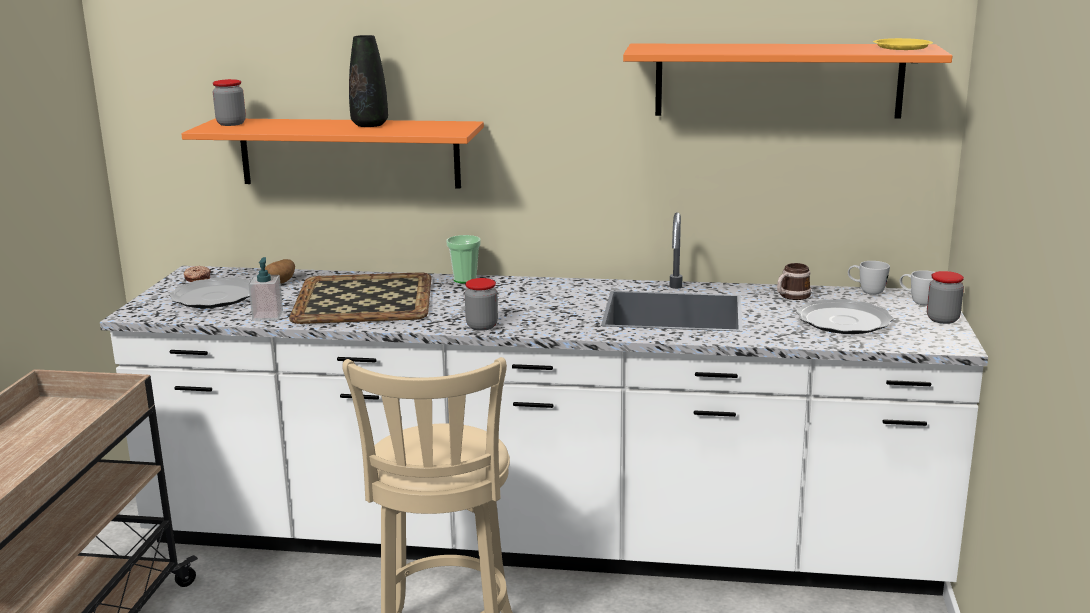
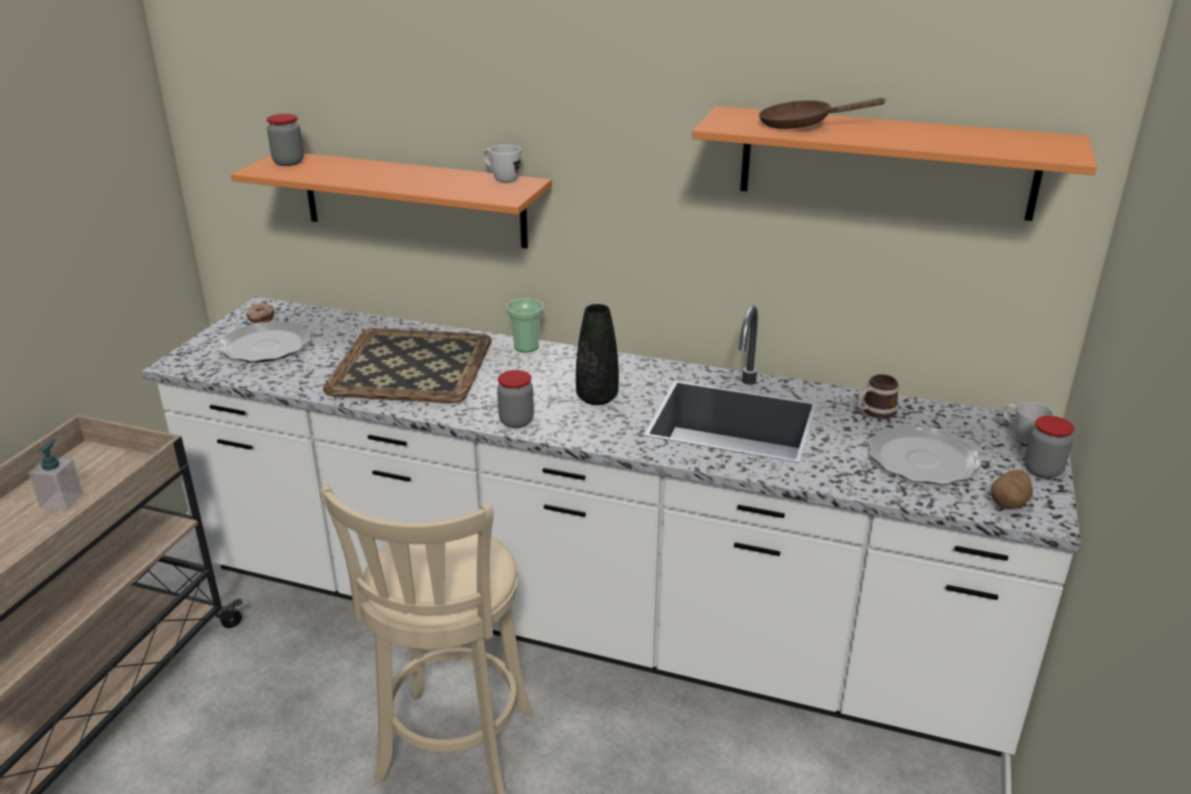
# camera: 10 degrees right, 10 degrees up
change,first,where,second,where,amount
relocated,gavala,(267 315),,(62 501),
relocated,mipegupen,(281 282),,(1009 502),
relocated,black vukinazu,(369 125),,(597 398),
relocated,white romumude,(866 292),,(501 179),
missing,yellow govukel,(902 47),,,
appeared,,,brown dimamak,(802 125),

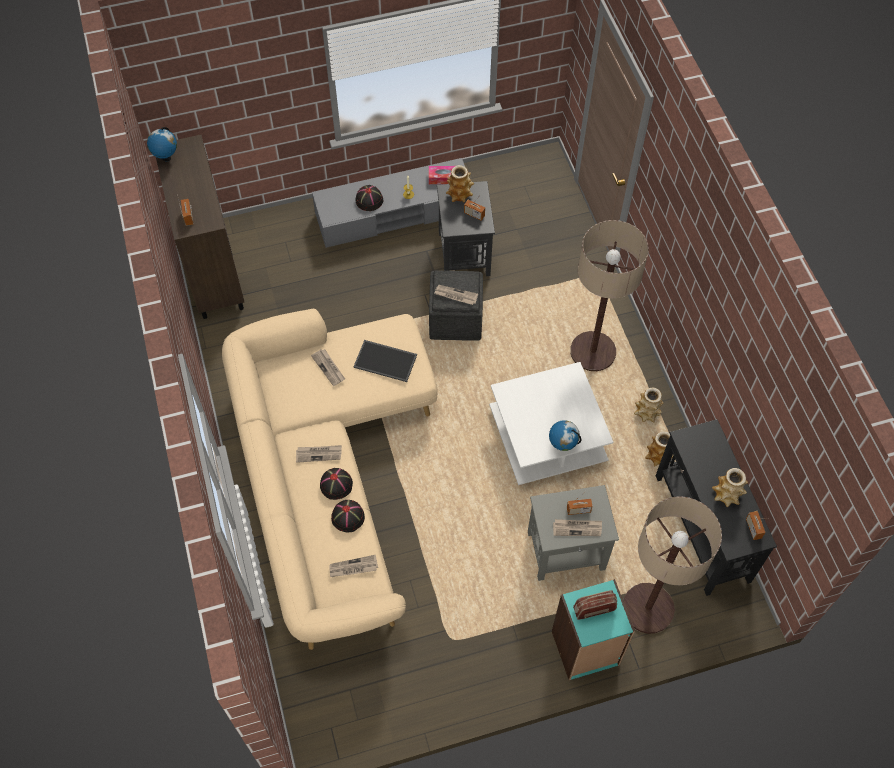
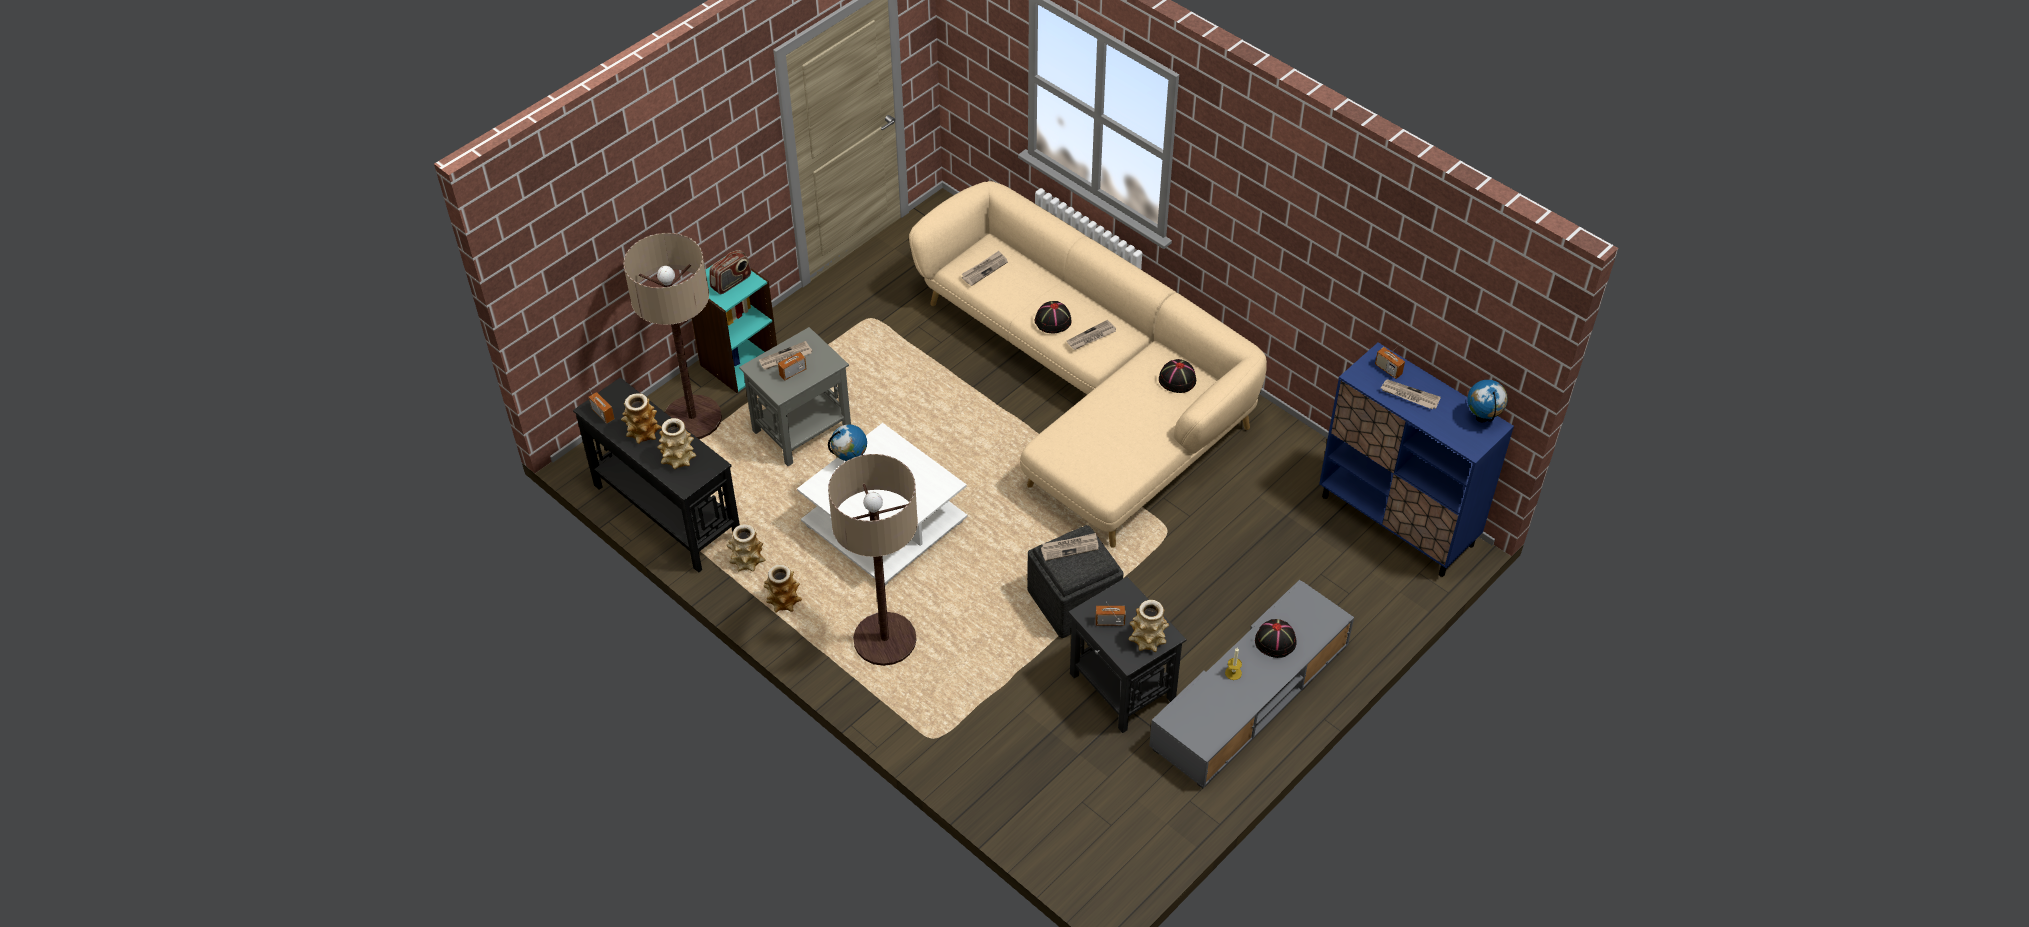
# camera: 150 degrees right, 10 degrees down
change,first,where,second,where,amount
colour,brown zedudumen,(213 270),blue zedudumen,(1397 521),
relocated,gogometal,(329 368),,(1409 396),
relocated,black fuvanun,(348 517),,(1177 379),
missing,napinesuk,(386 360),,,
missing,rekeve,(443 178),,,
appeared,,,vukinazu,(678 458),

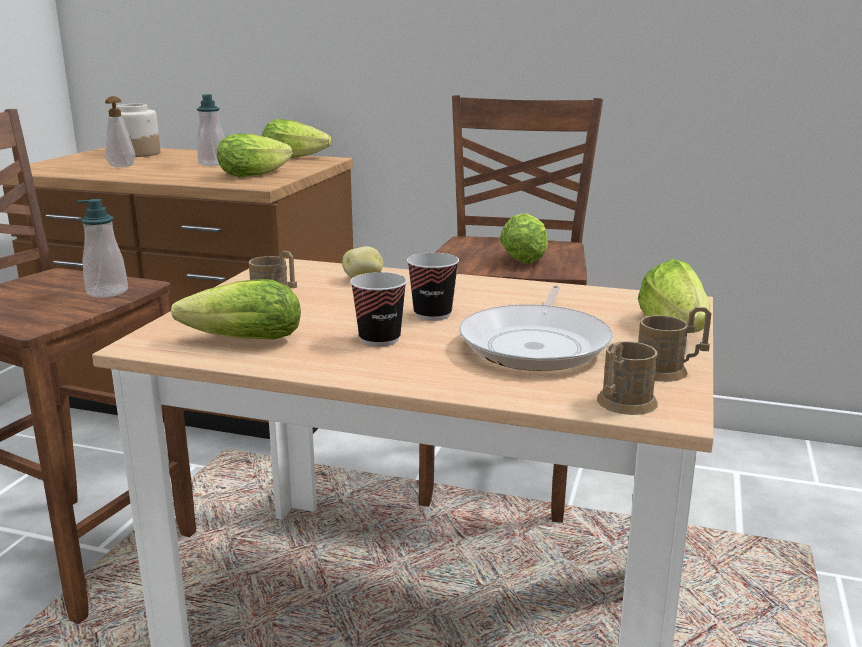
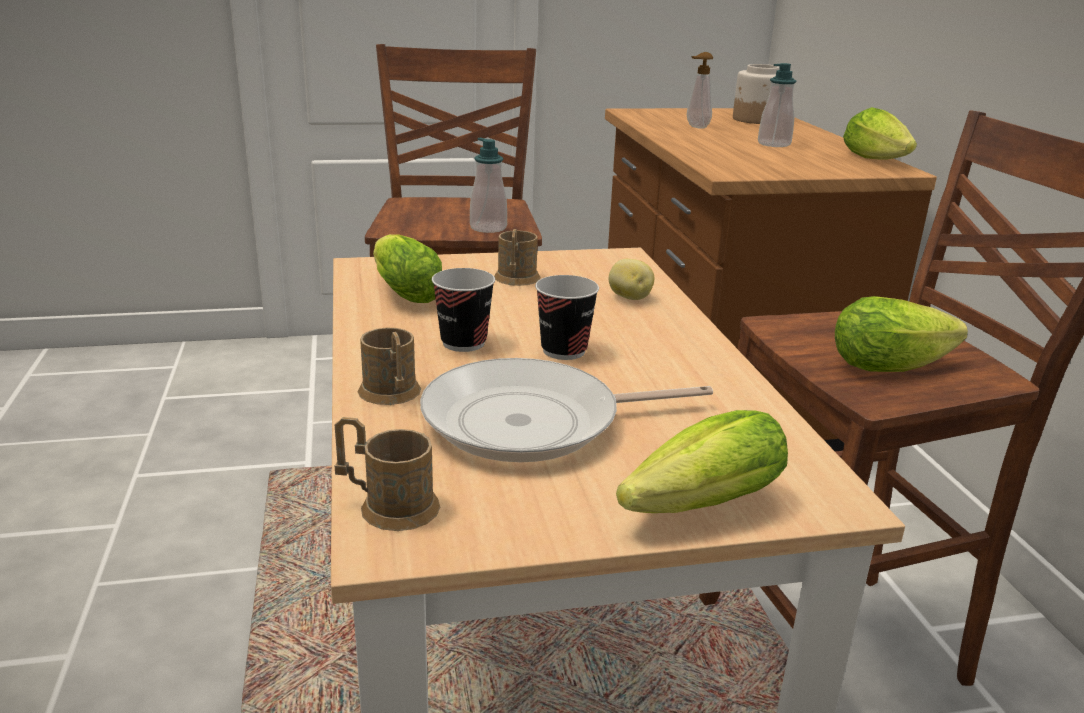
# camera: 60 degrees right, 5 degrees up
change,first,where,second,where,amount
missing,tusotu,(258 174),,,
relocated,brown romumude,(668 370),,(391 394),

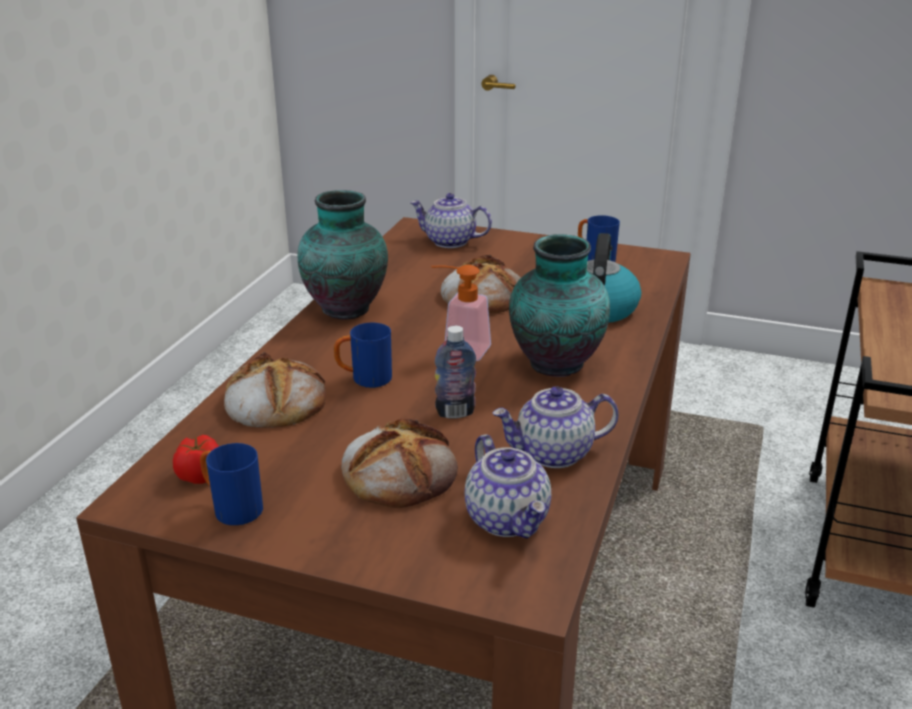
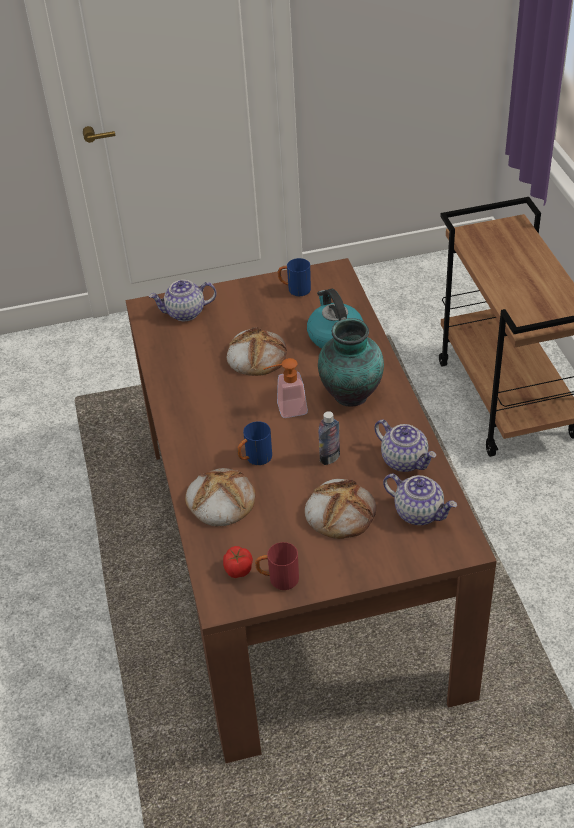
# camera: 30 degrees left, 15 degrees up
change,first,where,second,where,amount
colour,blue romumude,(231 508),red romumude,(278 579),
missing,vukinazu,(346 308),,,
spun,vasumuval,(553 454),,(405 460),90 degrees counterclockwise

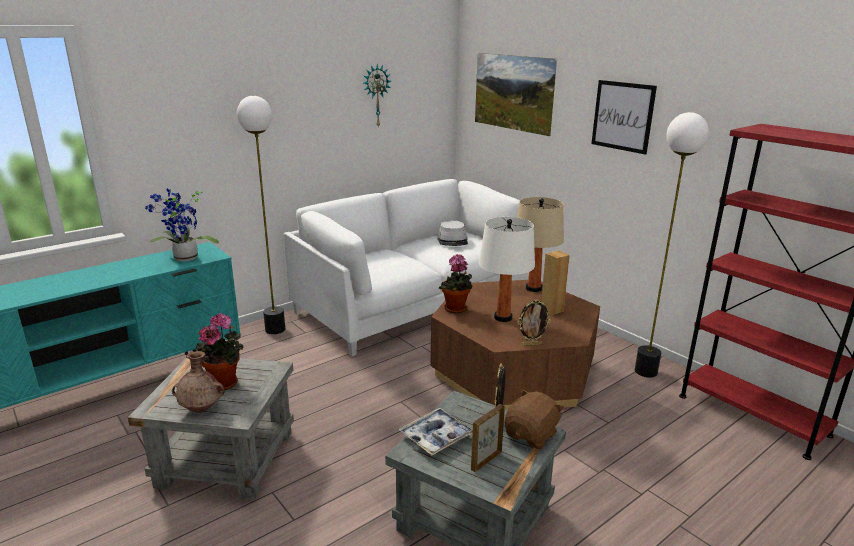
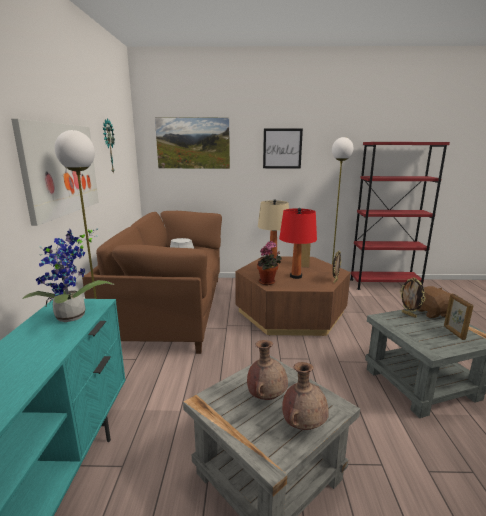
# camera: 50 degrees left, 5 degrees down
change,first,where,second,where,amount
exchanged,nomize,(225 382),brown vukinazu,(267 396),
colour,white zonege,(408 305),brown zonege,(171 309),
missing,napinesuk,(436 437),,,
colour,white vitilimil,(503 317),red vitilimil,(295 276),
appeared,,,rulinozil,(61 169),

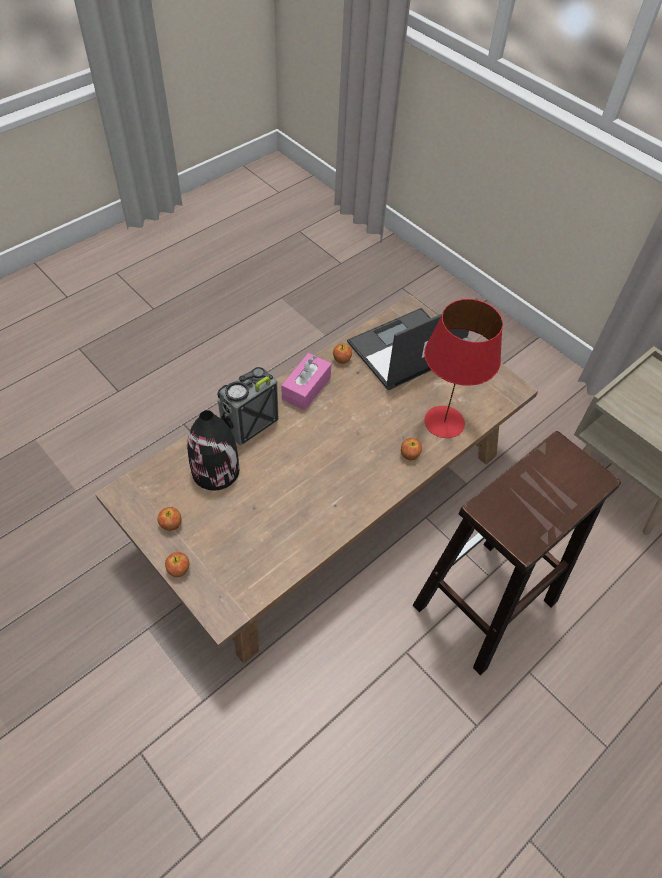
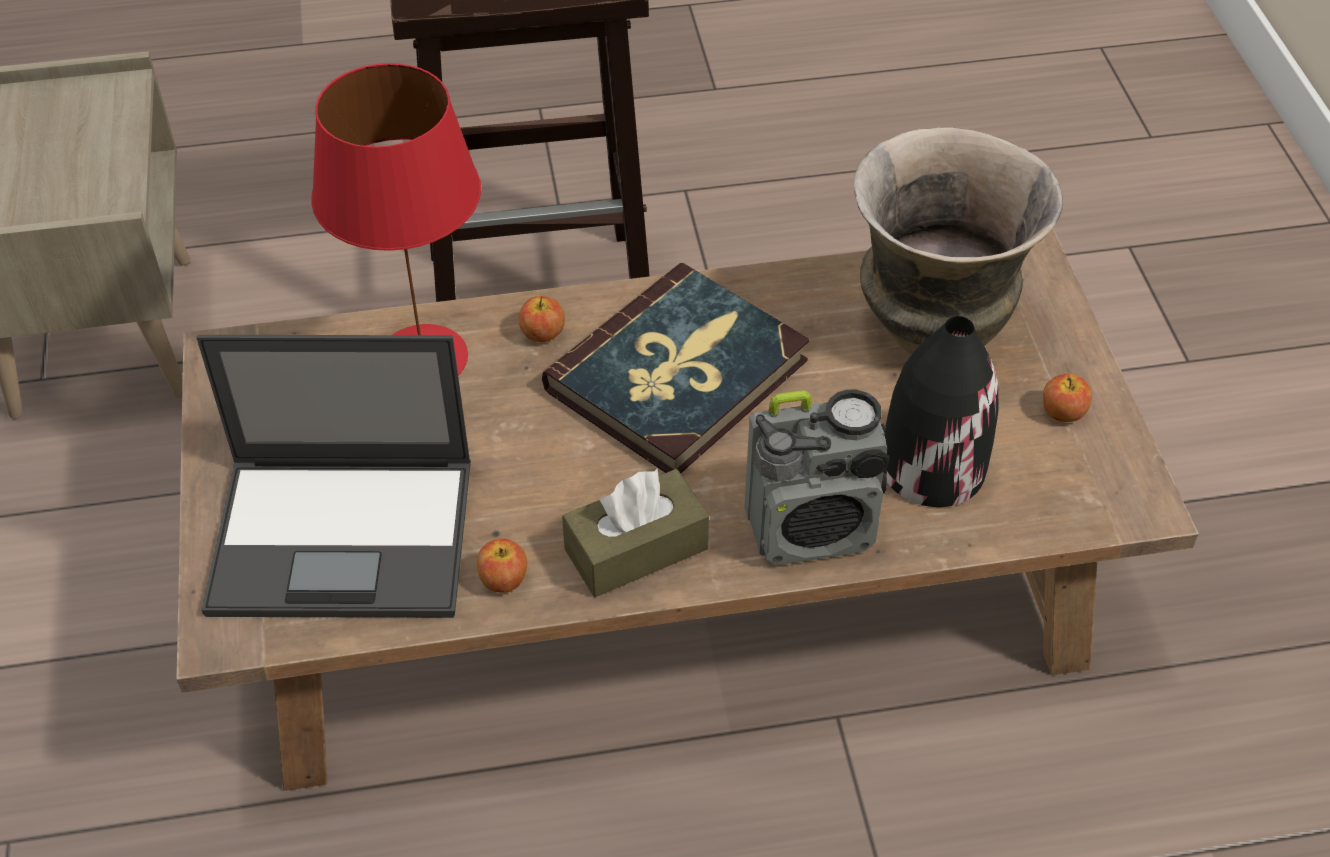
# camera: 145 degrees left, 5 degrees down
change,first,where,second,where,amount
missing,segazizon,(179 569),,,
colour,pink rekeve,(306 388),brown rekeve,(636 549),
appeared,,,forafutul,(678 376),
appeared,,,vukinazu,(931 329),

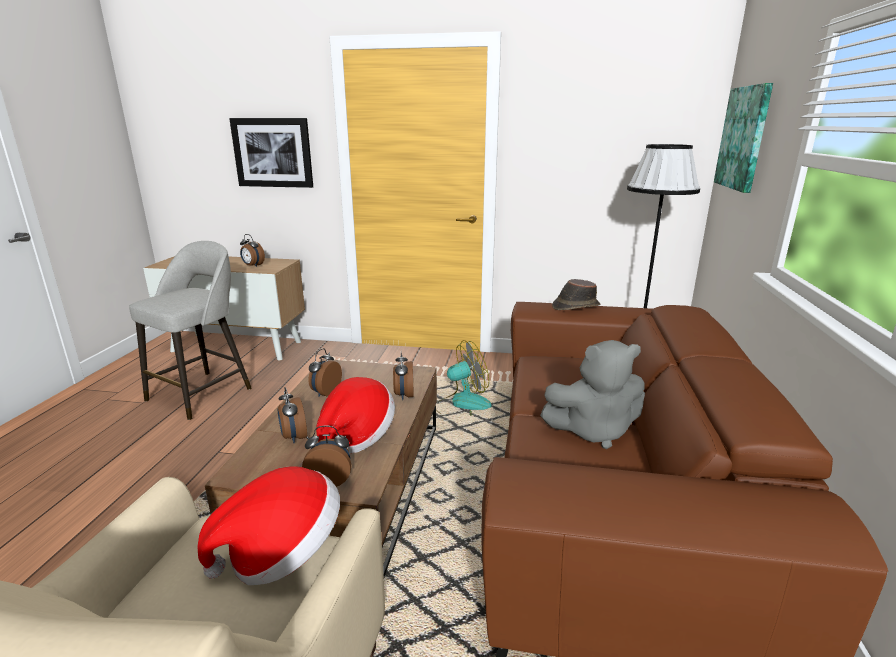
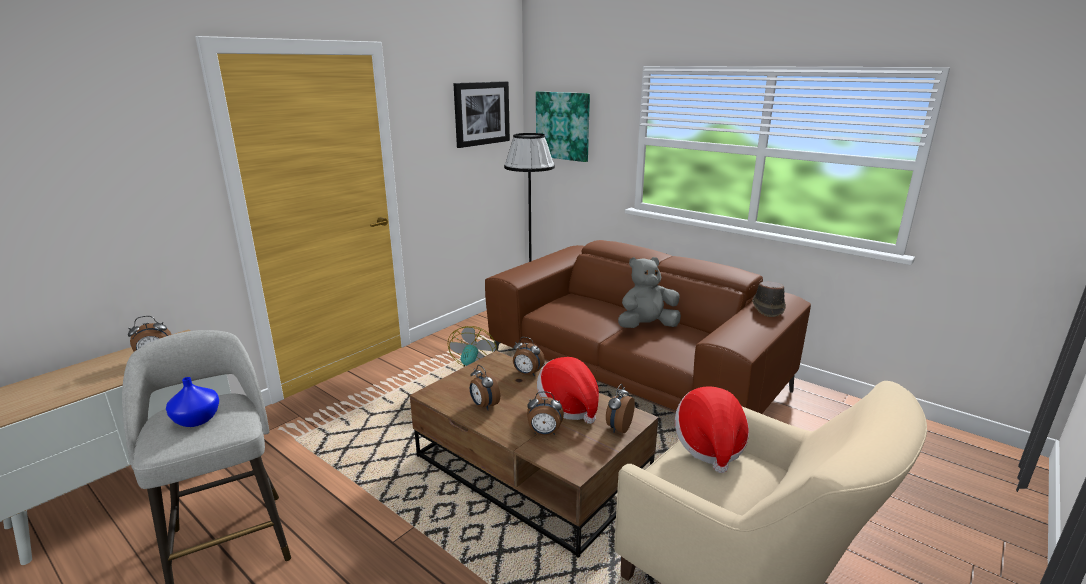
# camera: 60 degrees left, 0 degrees up
change,first,where,second,where,amount
relocated,rulinozil,(273 153),,(481 113),
spun,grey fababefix,(593 431),,(646 326),135 degrees counterclockwise
relocated,brown fuvanun,(575 306),,(767 308),
appeared,,,blue vukinazu,(198 420),

